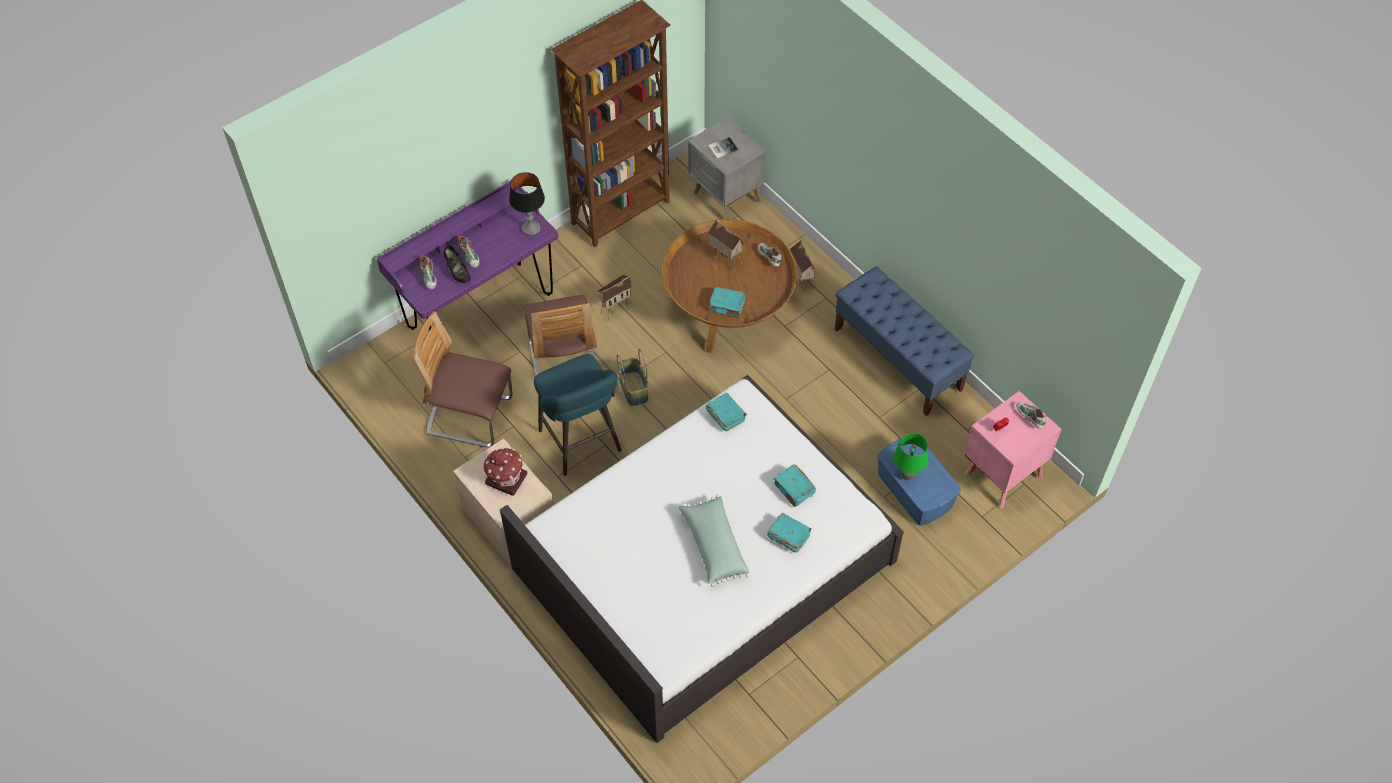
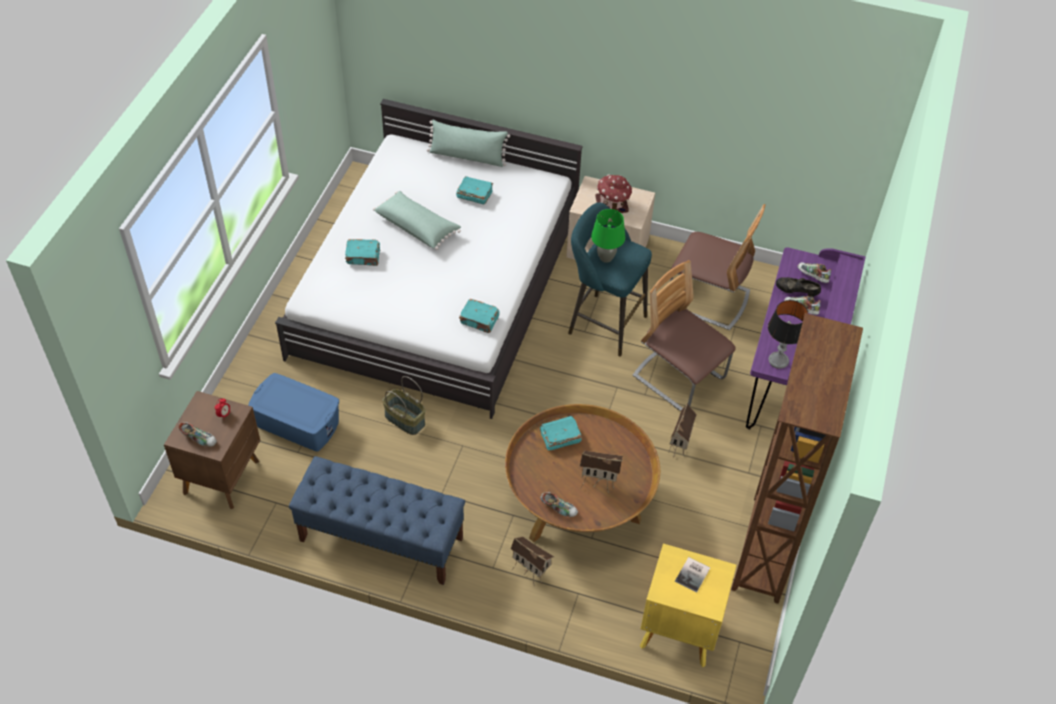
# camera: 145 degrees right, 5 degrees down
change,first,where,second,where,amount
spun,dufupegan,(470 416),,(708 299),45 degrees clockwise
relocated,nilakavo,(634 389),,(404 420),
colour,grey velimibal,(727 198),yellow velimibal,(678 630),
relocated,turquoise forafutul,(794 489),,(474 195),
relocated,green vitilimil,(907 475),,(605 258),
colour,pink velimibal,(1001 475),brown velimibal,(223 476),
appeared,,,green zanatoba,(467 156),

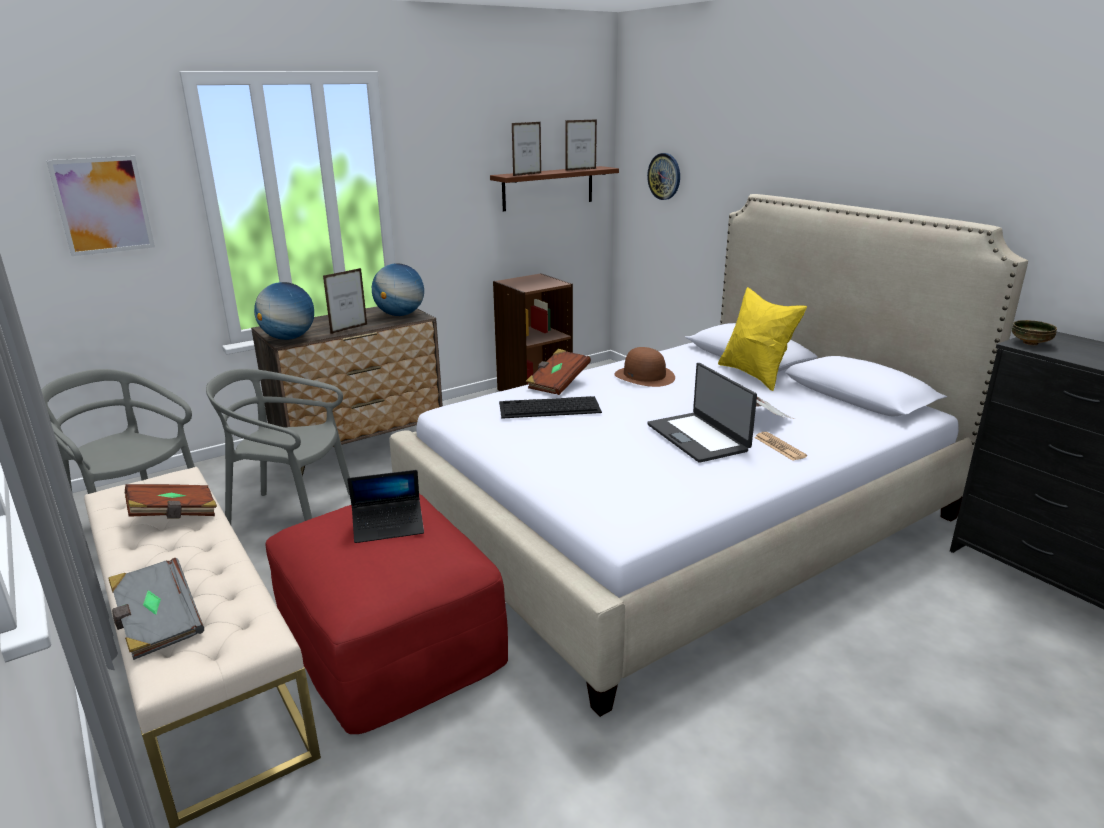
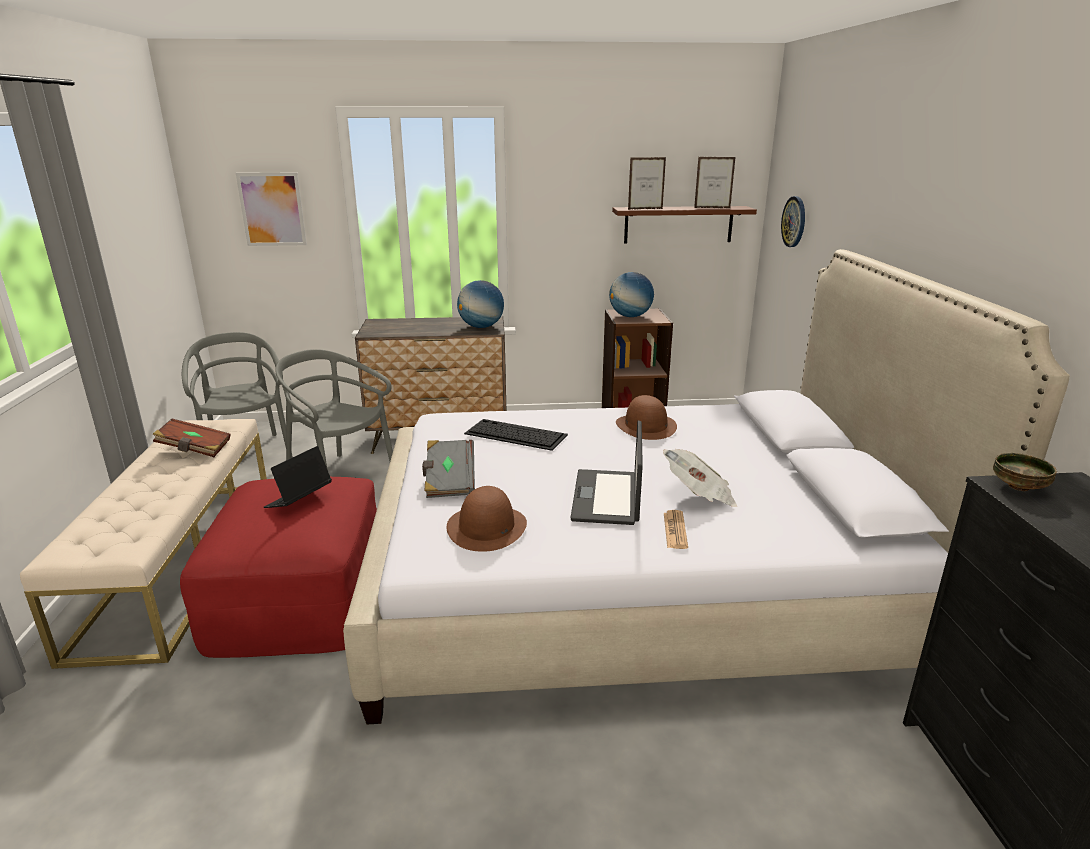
# camera: 30 degrees right, 0 degrees up
change,first,where,second,where,amount
relocated,grey forafutul,(158 624),,(449 481),
relocated,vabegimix,(288 338),,(630 316),
missing,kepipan,(349 329),,,
spun,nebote,(388 527),,(299 500),105 degrees clockwise
missing,brown forafutul,(557 384),,,
missing,yellow zanatoba,(755 375),,,
appeared,,,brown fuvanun,(487 527),

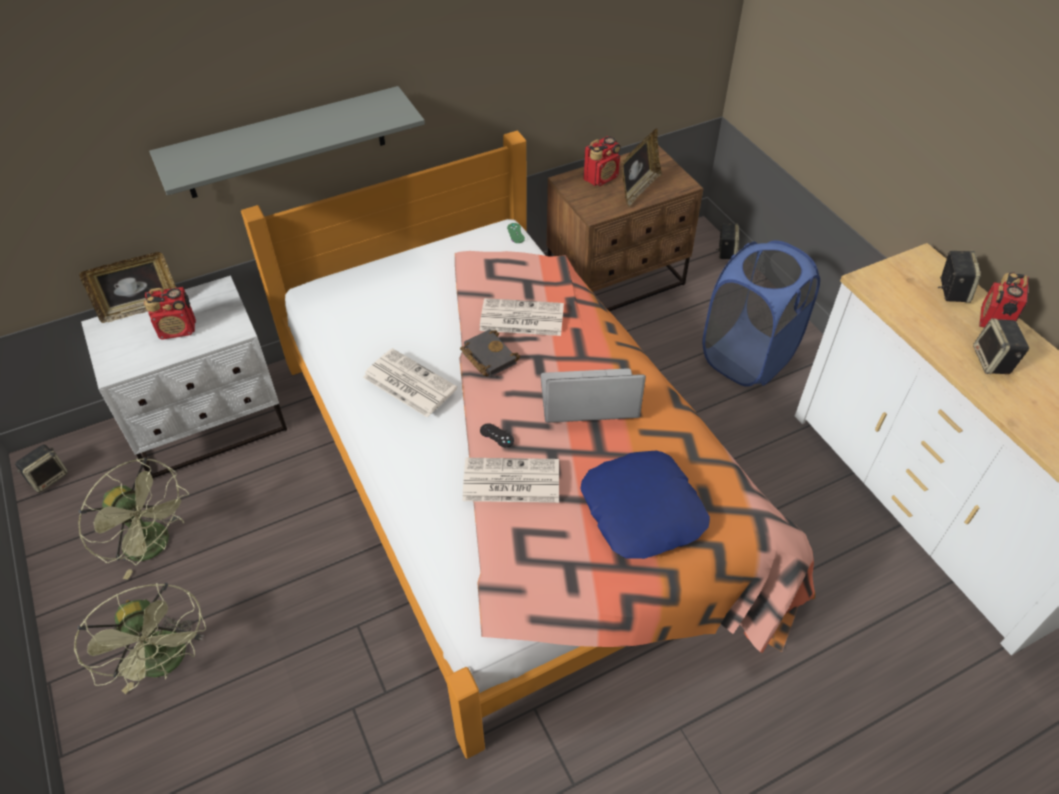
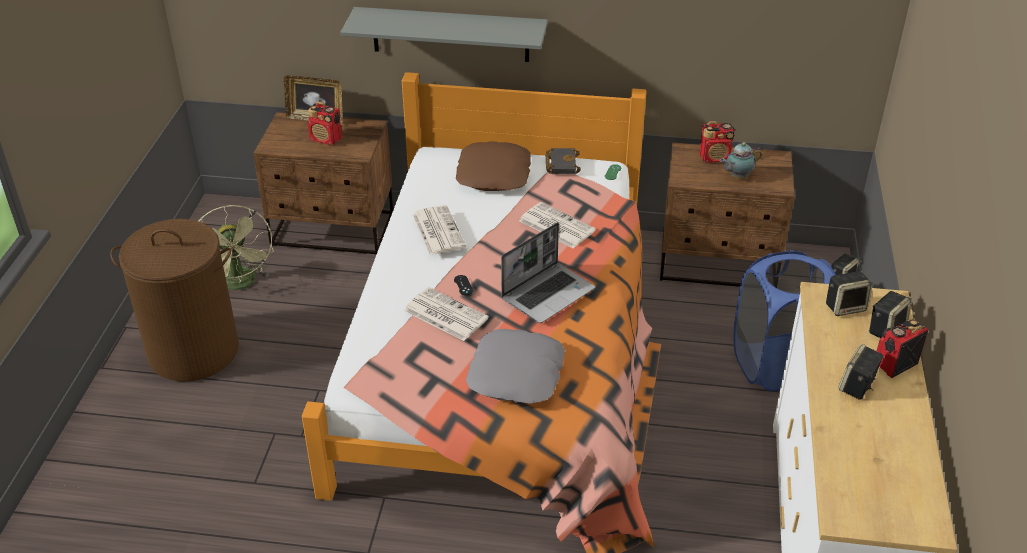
# camera: 35 degrees right, 10 degrees down
change,first,where,second,where,amount
relocated,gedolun,(48 477),,(845 306),
exchanged,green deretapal,(167 662),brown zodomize,(194 351),
colour,white velimibal,(211 425),brown velimibal,(333 230),
relocated,black forafutul,(487 356),,(561 164),
spun,nebote,(587 399),,(548 293),105 degrees clockwise
colour,blue zanatoba,(643 510),grey zanatoba,(517 374),
exchanged,kepipan,(638 189),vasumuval,(737 176),
appeared,,,brown zanatoba,(494 174),

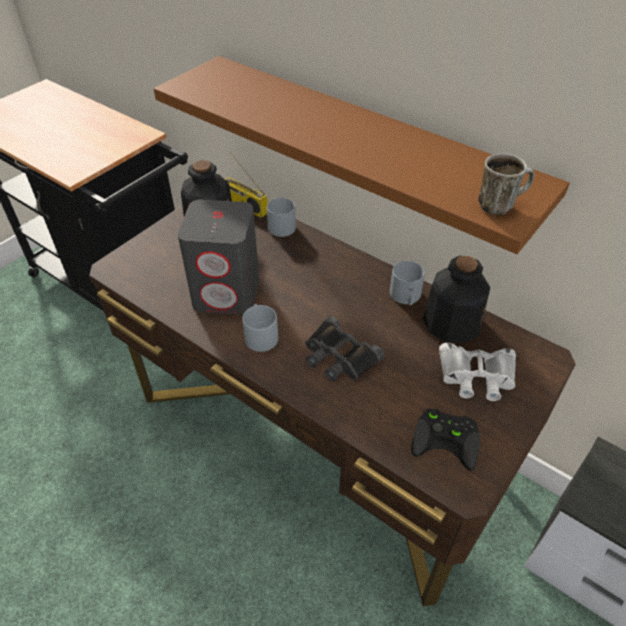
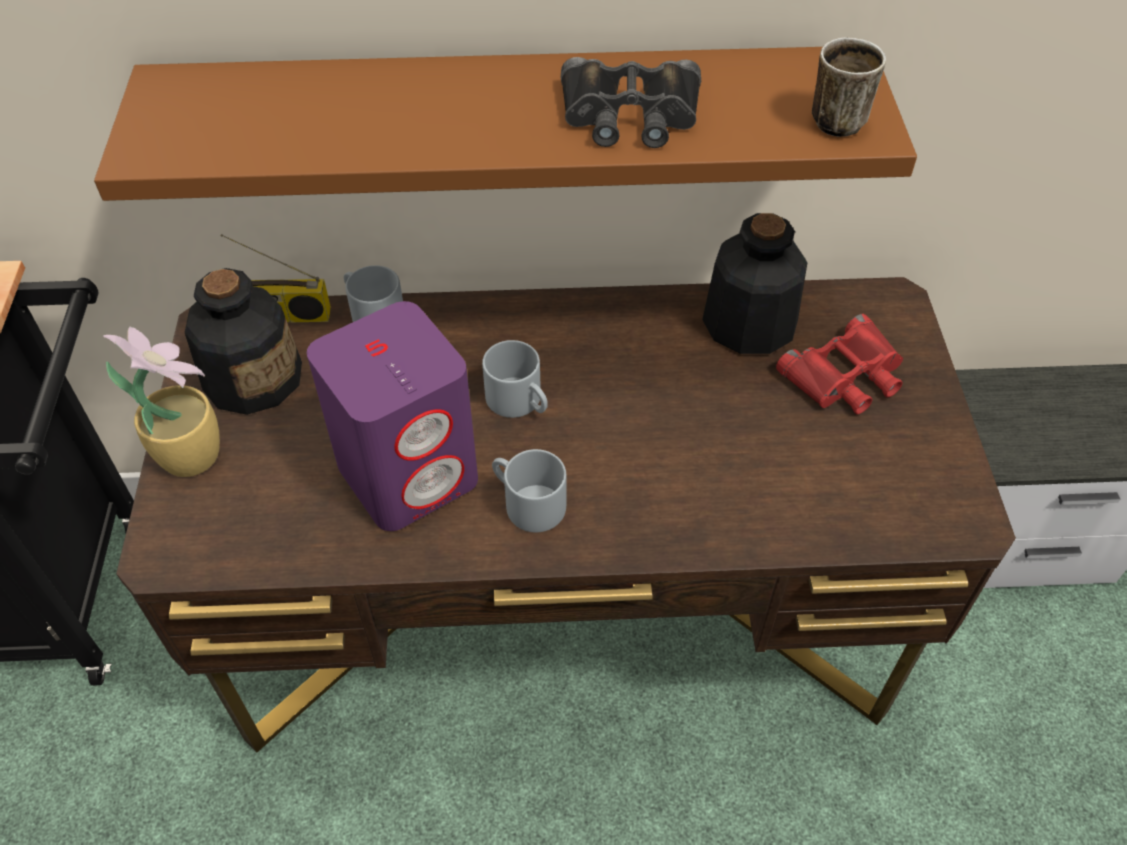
# camera: 40 degrees left, 5 degrees up
change,first,where,second,where,amount
colour,grey gedolun,(227 293),purple gedolun,(409 472),
relocated,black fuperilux,(338 357),,(629 115),
relocated,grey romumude,(406 297),,(520 401),
missing,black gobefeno,(448 439),,,
colour,white fuperilux,(476 376),red fuperilux,(845 376),
appeared,,,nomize,(190 453),

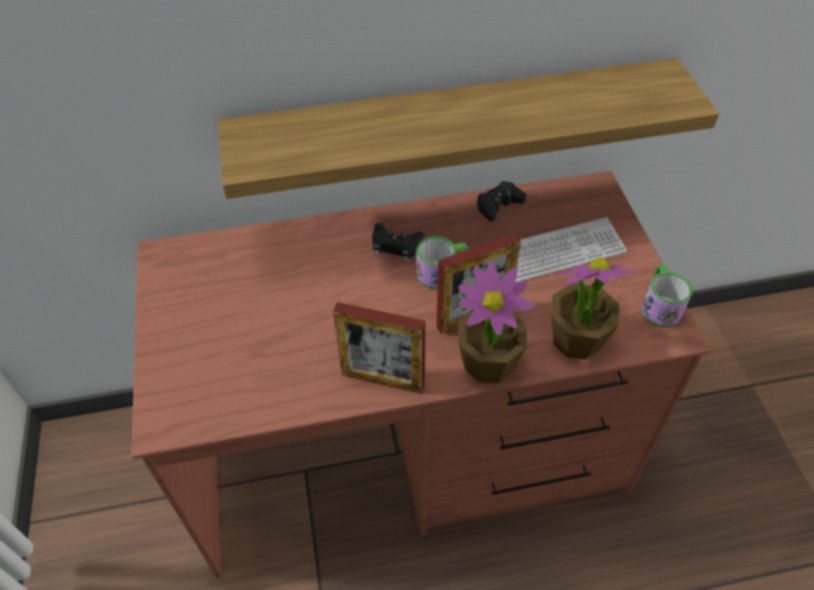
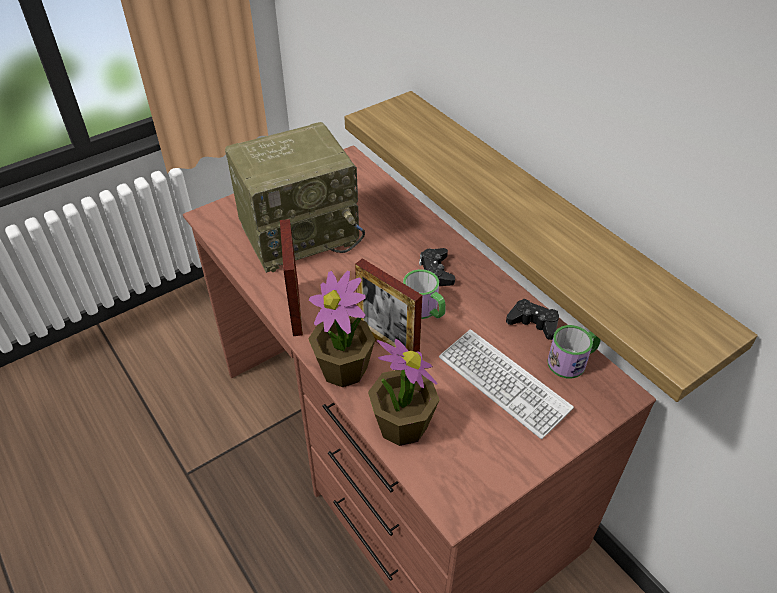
# camera: 65 degrees right, 5 degrees down
change,first,where,second,where,amount
relocated,romumude,(659 305),,(572 361),
appeared,,,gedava,(300 232),

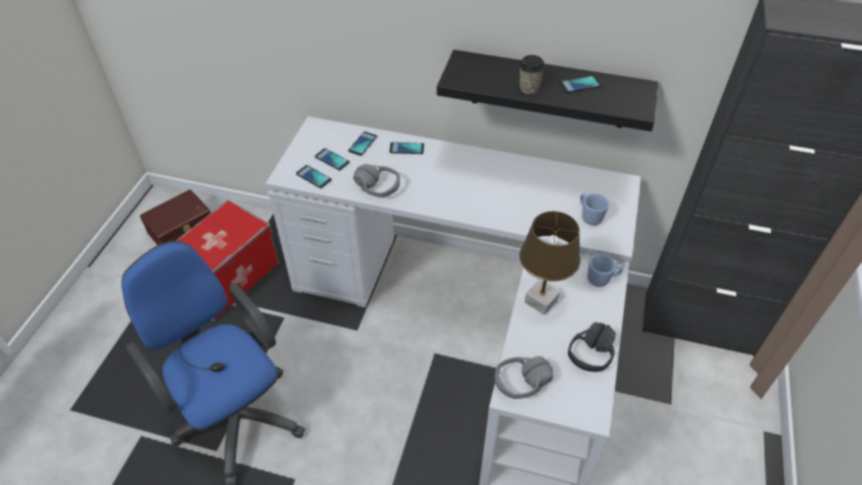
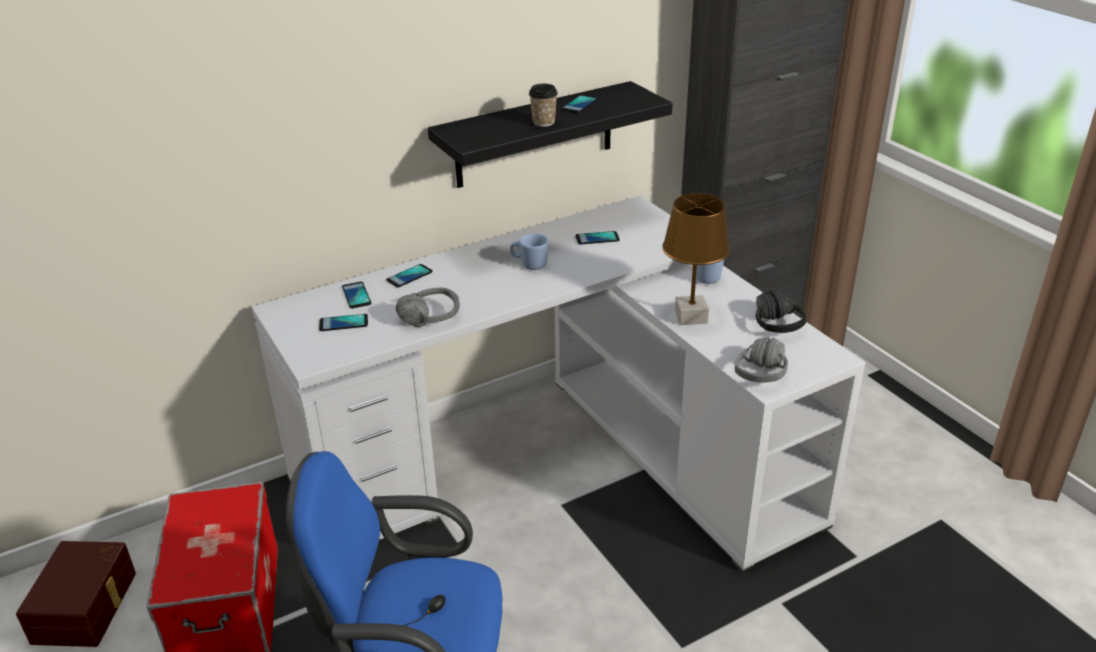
# camera: 45 degrees left, 15 degrees down
change,first,where,second,where,amount
relocated,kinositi,(313 177),,(597 238),
relocated,blue romumude,(589 216),,(529 265),

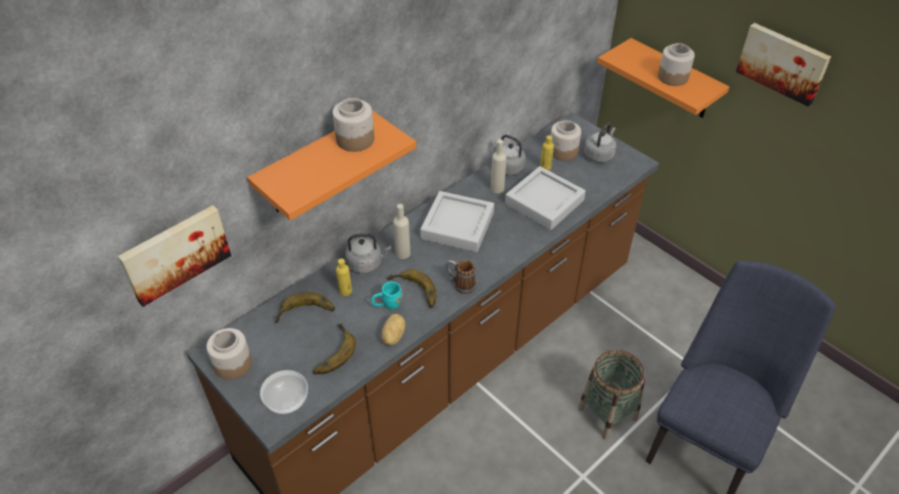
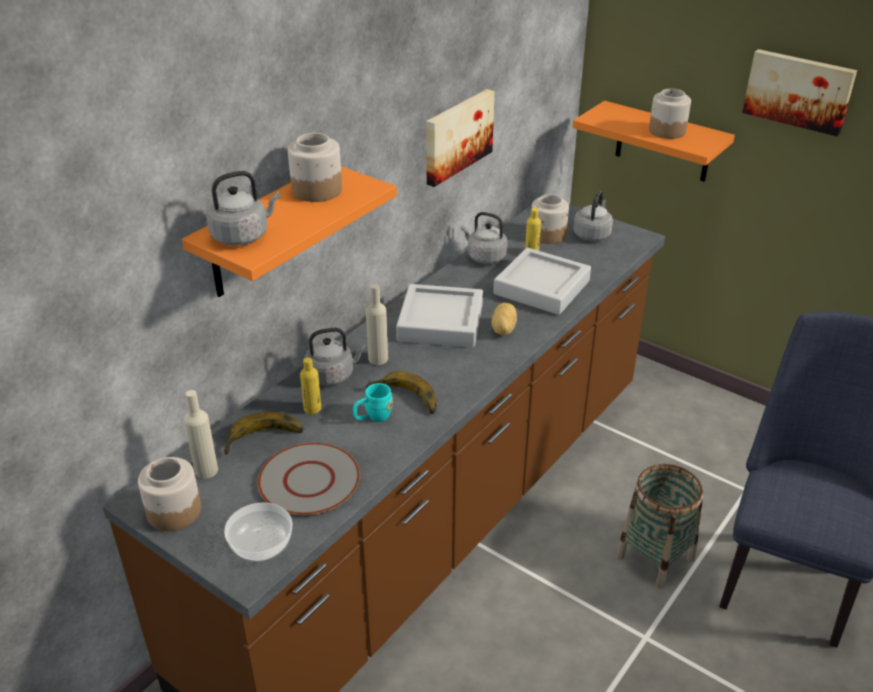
# camera: 10 degrees left, 10 degrees down
change,first,where,second,where,amount
relocated,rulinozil,(175 253),,(457 136),
exchanged,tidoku,(331 352),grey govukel,(310 480),
relocated,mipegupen,(392 336),,(502 329),
missing,romumude,(460 284),,,
relocated,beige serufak,(497 188),,(206 470),
appeared,,,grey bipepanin,(243 236),

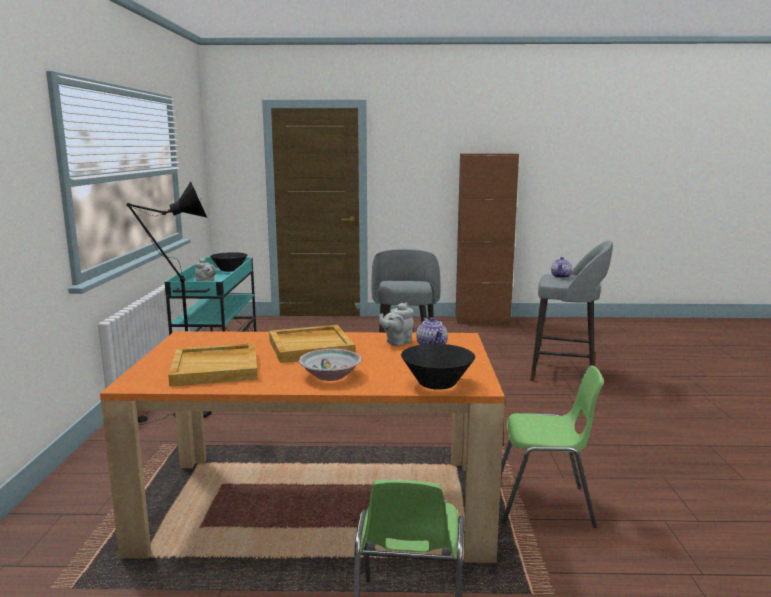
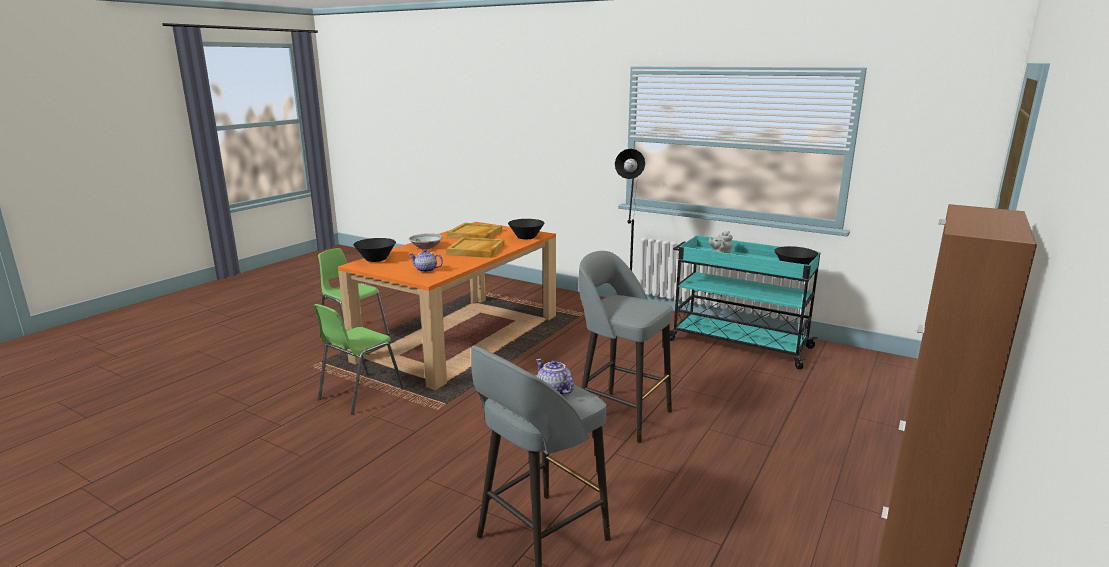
# camera: 120 degrees right, 5 degrees up
change,first,where,second,where,amount
missing,grey vasumuval,(397 342),,,
appeared,,,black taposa,(526 237),

